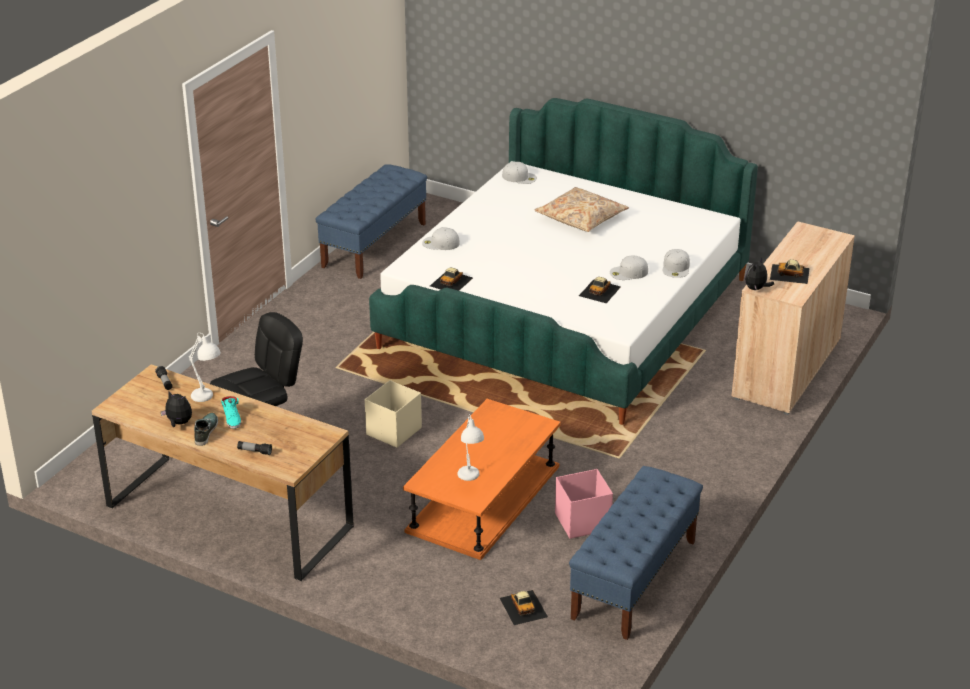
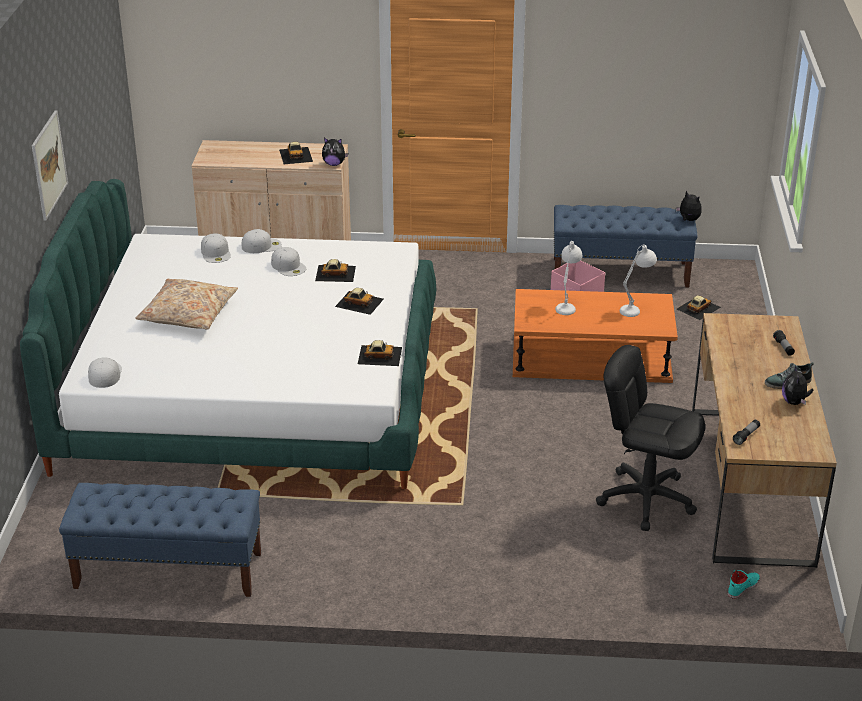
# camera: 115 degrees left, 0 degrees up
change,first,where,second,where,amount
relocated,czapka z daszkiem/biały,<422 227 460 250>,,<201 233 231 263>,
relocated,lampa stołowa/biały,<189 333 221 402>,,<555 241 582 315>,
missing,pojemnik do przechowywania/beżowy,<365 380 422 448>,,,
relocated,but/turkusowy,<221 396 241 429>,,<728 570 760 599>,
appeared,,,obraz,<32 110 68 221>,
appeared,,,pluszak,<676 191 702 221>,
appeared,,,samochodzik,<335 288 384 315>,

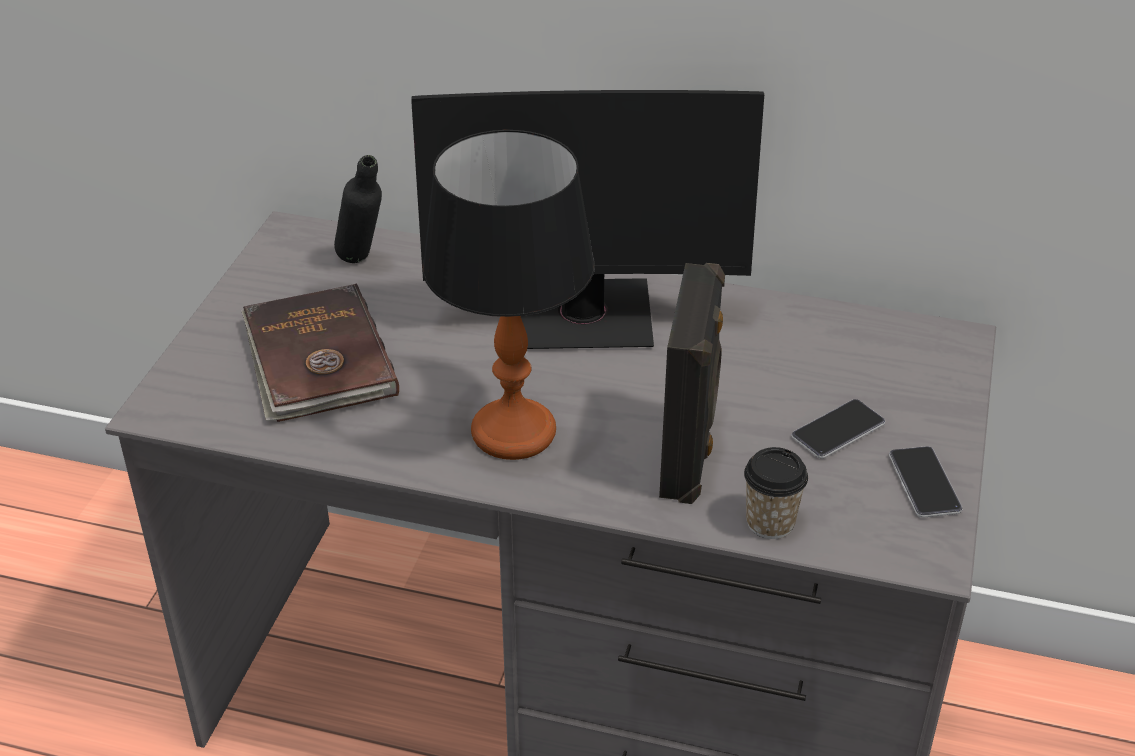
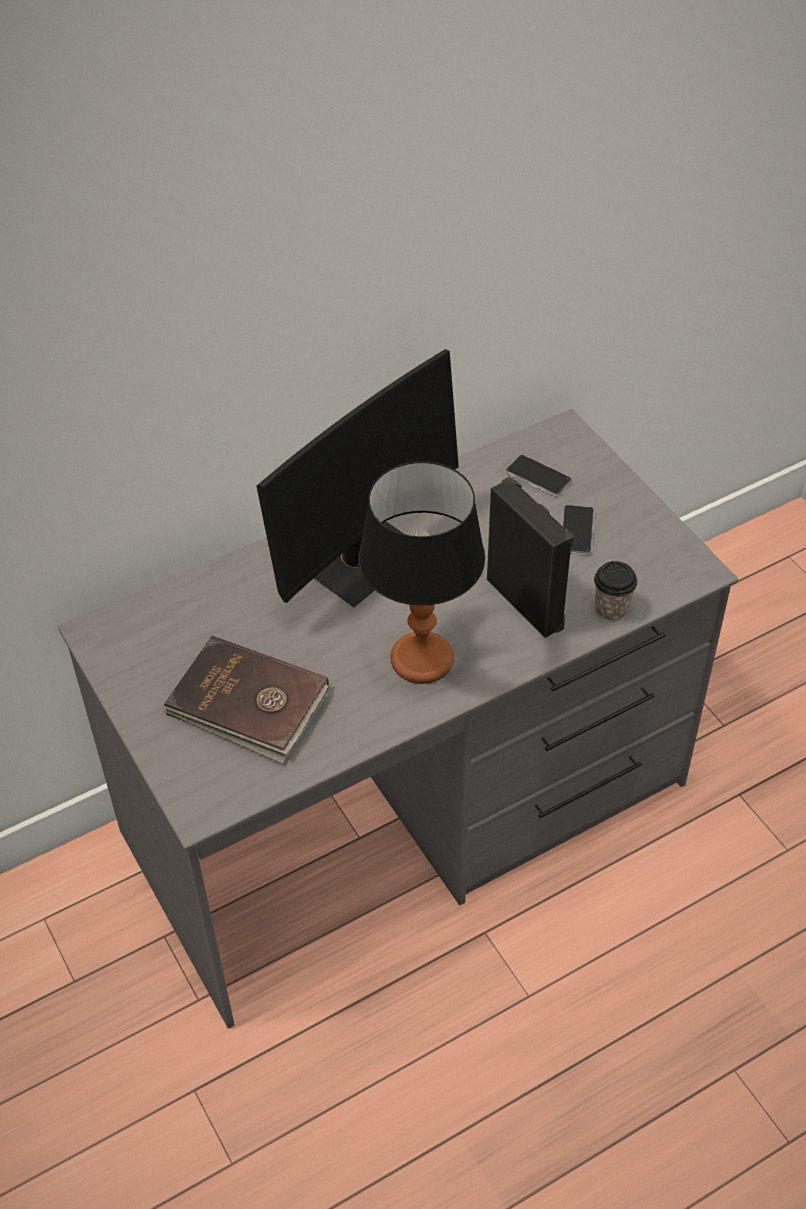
# camera: 45 degrees left, 10 degrees up
change,first,where,second,where,amount
missing,butelka/czarny,<334 155 382 263>,,,
relocated,telefon,<889 446 963 518>,,<506 455 572 496>,

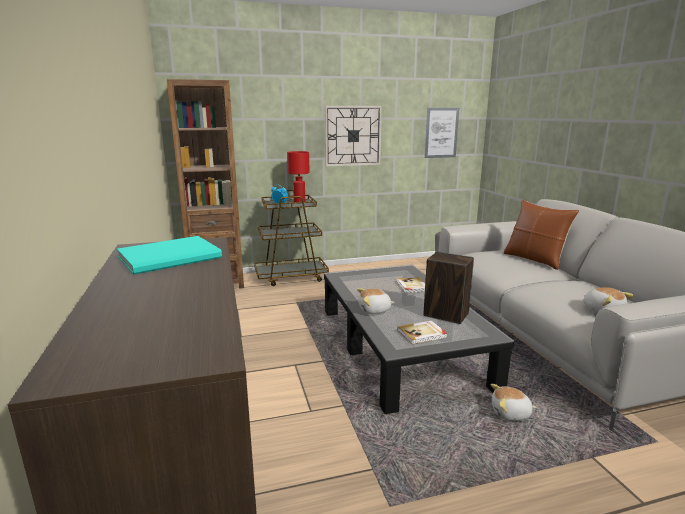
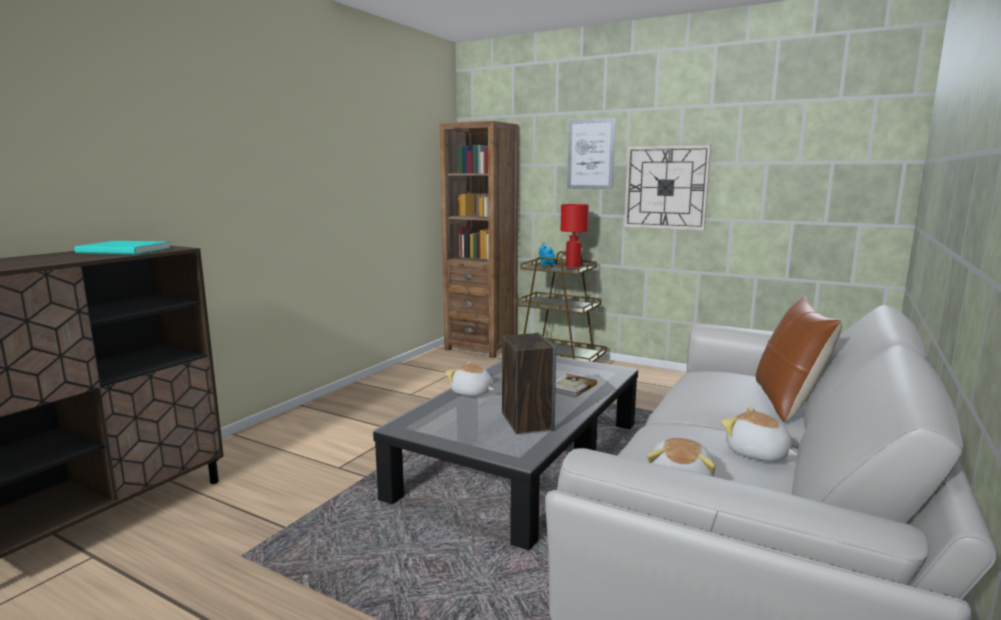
# camera: 45 degrees right, 5 degrees down
change,first,where,second,where,amount
relocated,obraz,<425 108 459 158>,,<567 118 615 189>,
missing,książka,<397 321 448 345>,,,
relocated,pluszak,<491 384 537 421>,,<721 407 797 462>,

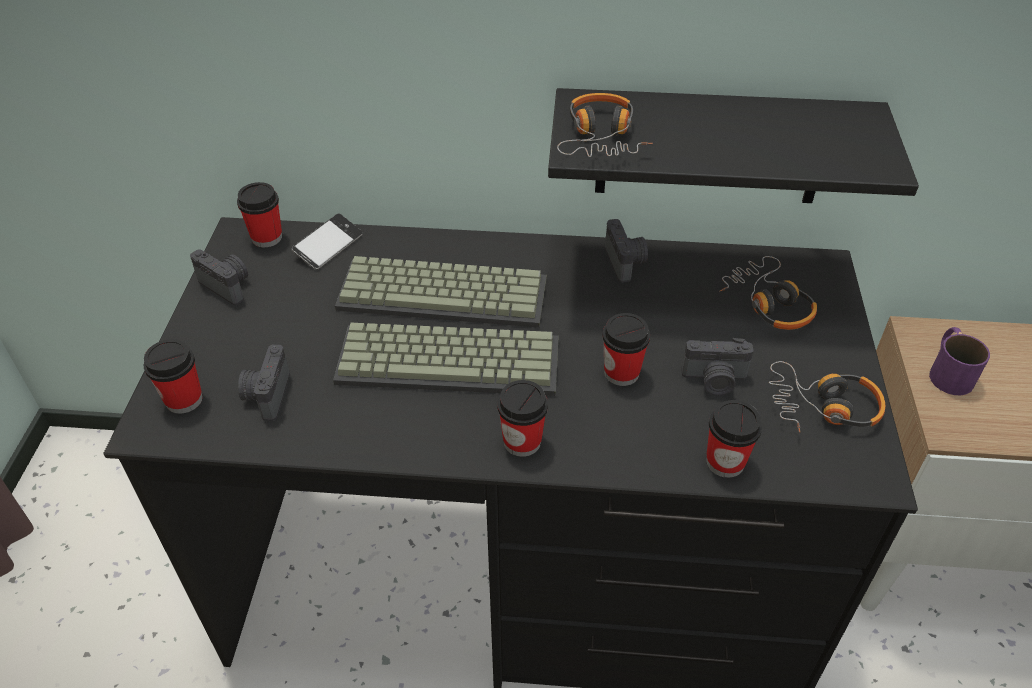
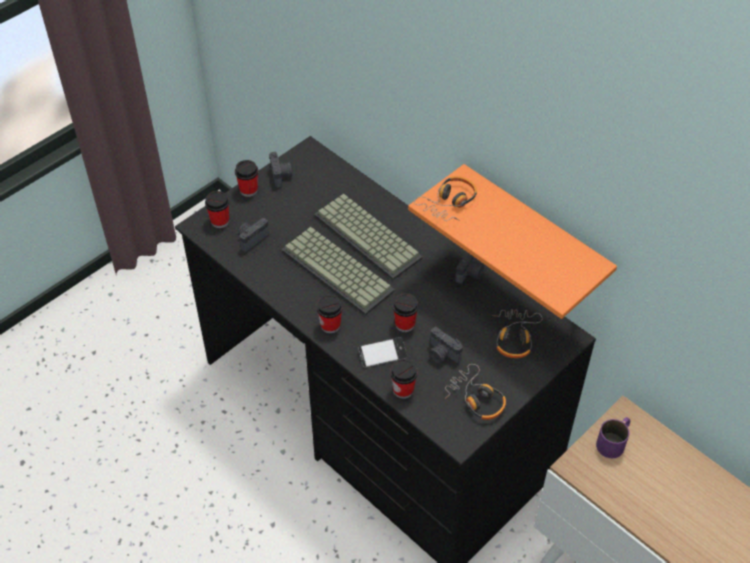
# camera: 40 degrees right, 5 degrees up
change,first,where,second,where,amount
colour,półka/czarny,<548 88 919 203>,półka/pomarańczowy,<408 164 617 319>,
relocated,filiżanka,<237 182 282 247>,,<235 160 258 197>,
relocated,telefon,<292 213 363 270>,,<358 337 407 368>,

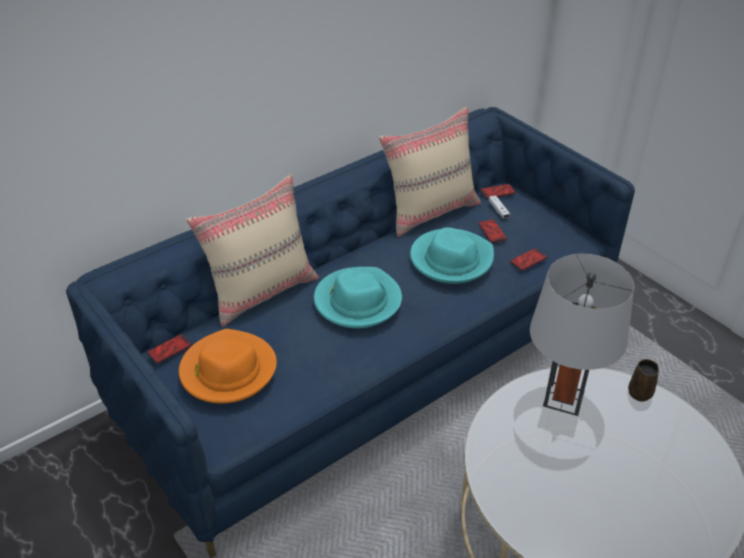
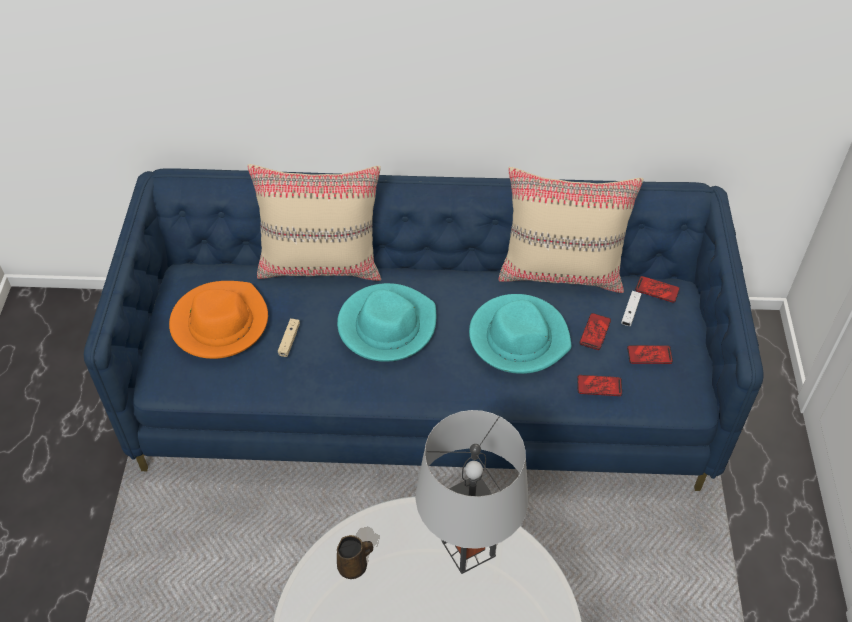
# camera: 40 degrees right, 10 degrees up
change,first,where,second,where,amount
relocated,telefon,<147 334 191 363>,,<627 345 673 364>,
relocated,kubek/brązowy,<628 359 659 402>,,<337 535 373 579>,
appeared,,,pad do gier/beżowy,<278 318 300 357>,

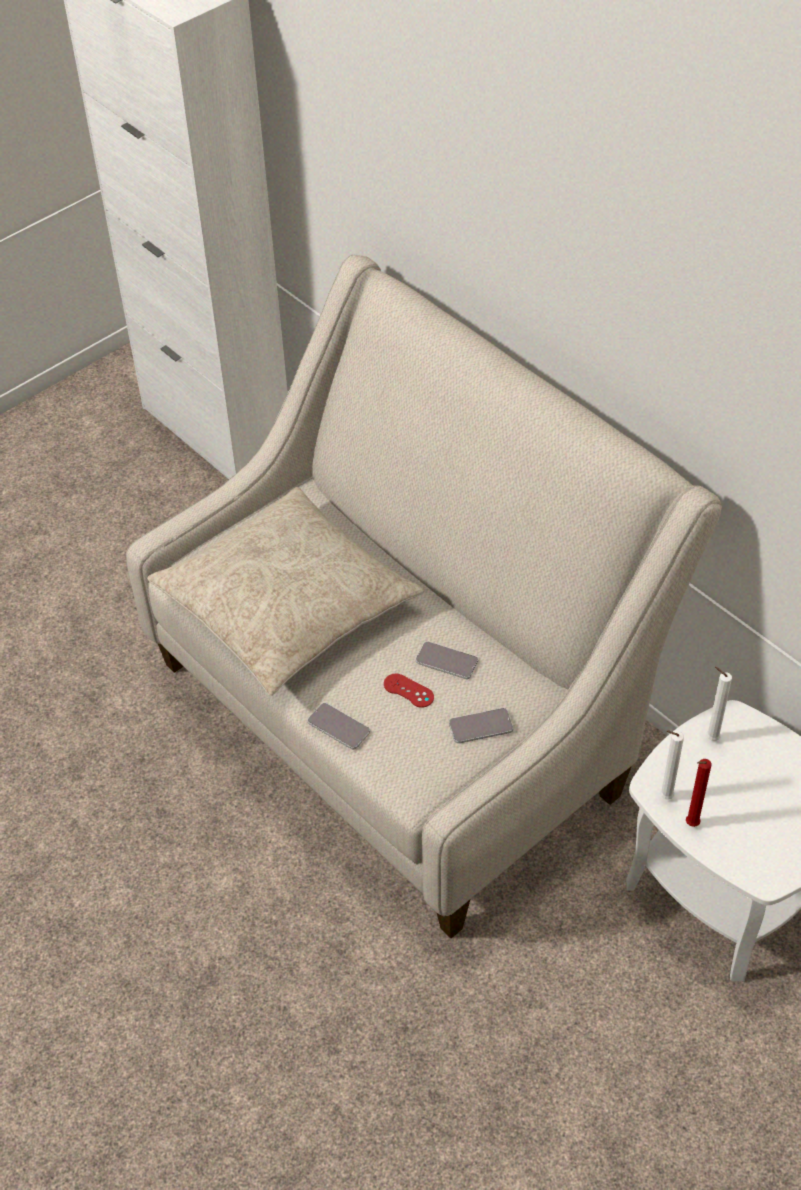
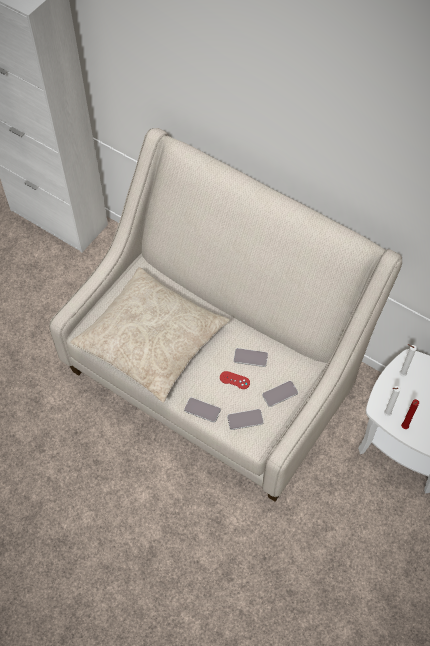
# camera: 15 degrees left, 10 degrees up
change,first,where,second,where,amount
appeared,,,telefon,<227 409 264 430>,

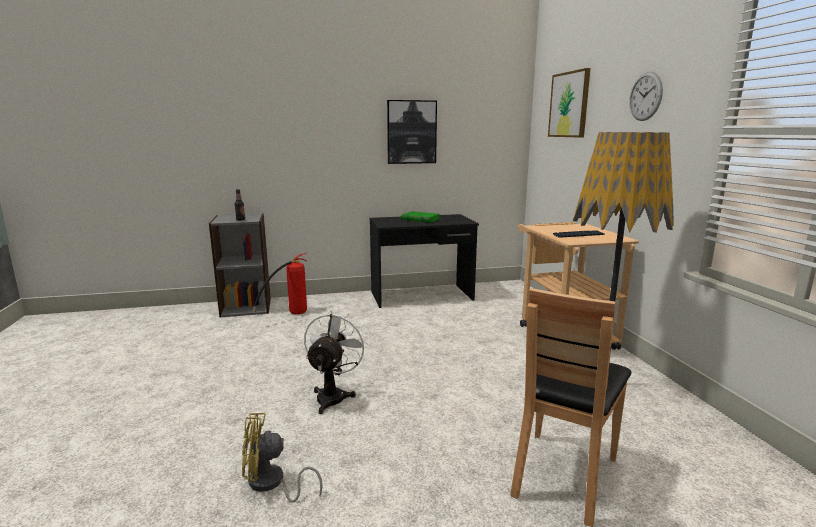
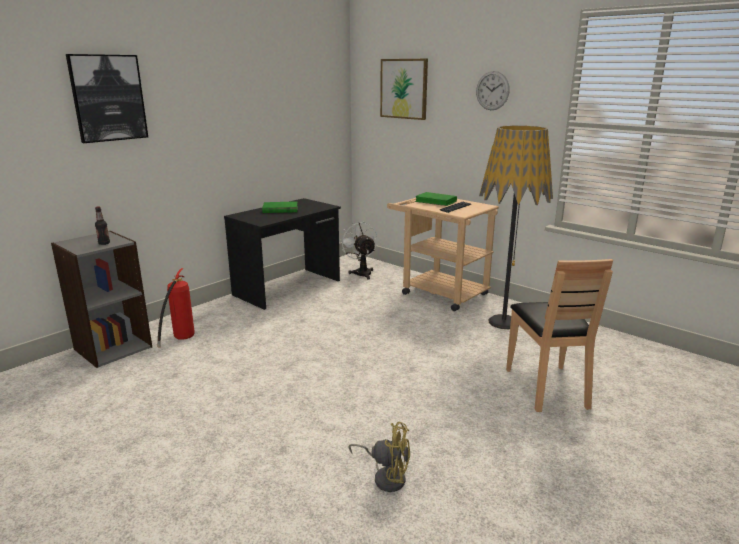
# camera: 35 degrees left, 5 degrees up
change,first,where,second,where,amount
relocated,obraz,<387 100 437 164>,,<66 54 148 143>,
relocated,wentylator/biały,<304 310 368 414>,,<340 222 378 279>,
spun,wentylator/żółty,<242 413 323 503>,,<348 422 410 492>,120 degrees counterclockwise
appeared,,,książka/zielony,<415 192 457 206>,

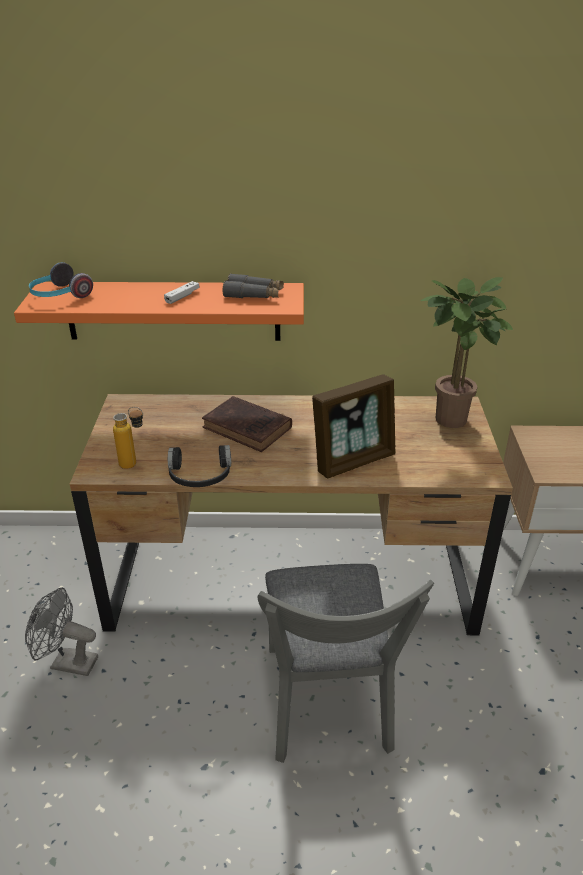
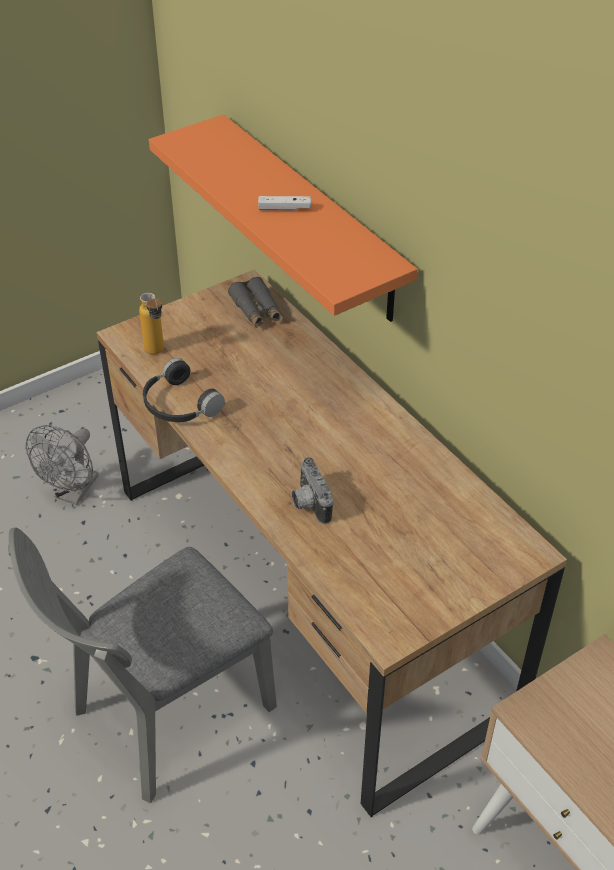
# camera: 55 degrees right, 10 degrees up
change,first,where,second,where,amount
missing,słuchawki,<29 262 93 298>,,,
relocated,lornetka/szary,<223 273 284 298>,,<228 277 283 328>,
missing,roślina doniczkowa,<421 277 513 428>,,,
exchanged,ramka na zdjęcie,<312 374 396 479>,aparat fotograficzny,<292 457 333 524>,
missing,książka/brązowy,<202 396 292 452>,,,
spun,wentylator/szary,<25 588 98 676>,,<26 425 99 505>,135 degrees counterclockwise

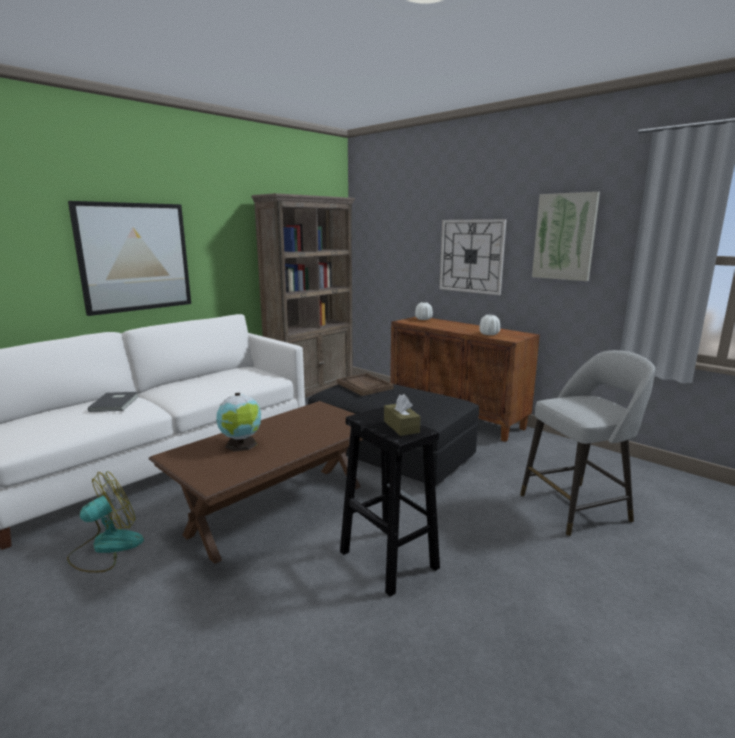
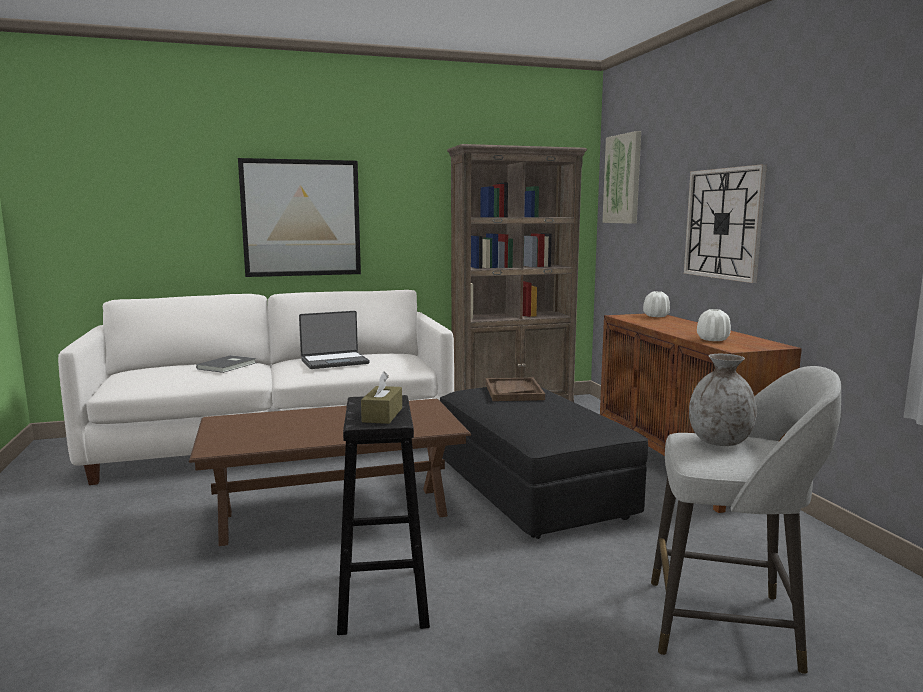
# camera: 30 degrees right, 5 degrees down
change,first,where,second,where,amount
relocated,obraz,<532 192 600 281>,,<602 131 641 224>,
missing,globus,<216 393 261 451>,,,
missing,wentylator,<67 471 144 573>,,,
appeared,,,laptop,<299 311 370 369>,
appeared,,,wazon/szary,<689 354 757 446>,

